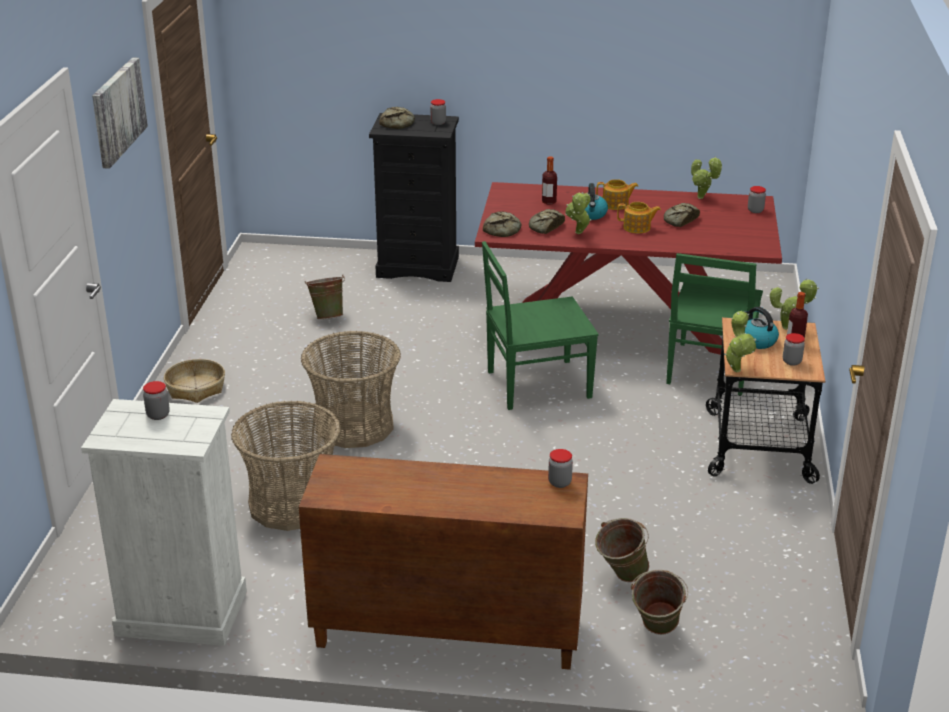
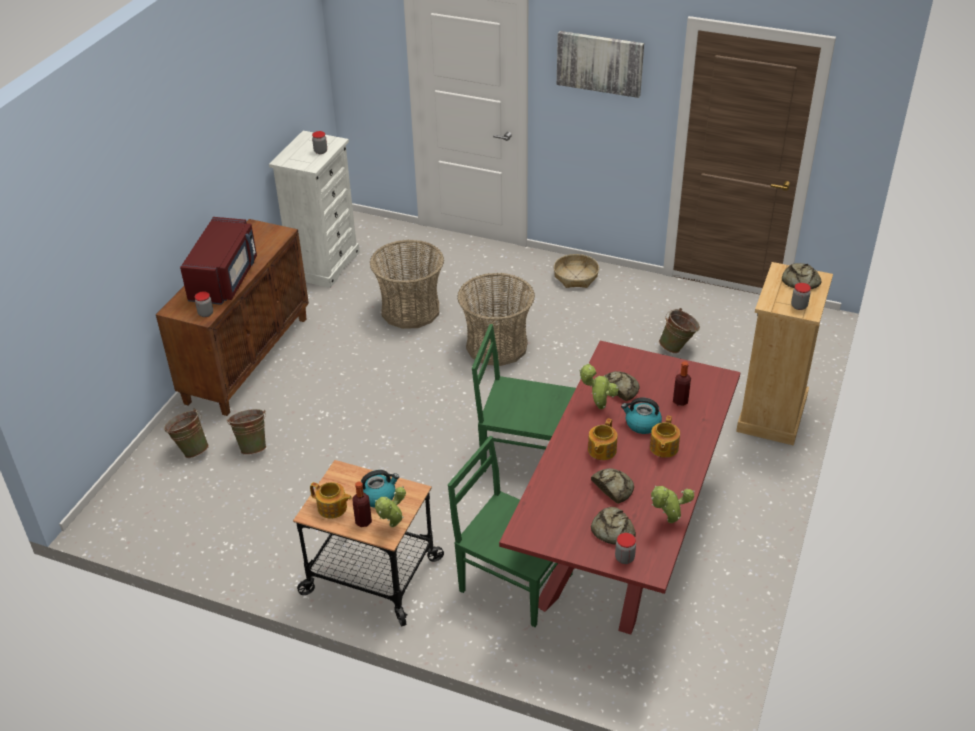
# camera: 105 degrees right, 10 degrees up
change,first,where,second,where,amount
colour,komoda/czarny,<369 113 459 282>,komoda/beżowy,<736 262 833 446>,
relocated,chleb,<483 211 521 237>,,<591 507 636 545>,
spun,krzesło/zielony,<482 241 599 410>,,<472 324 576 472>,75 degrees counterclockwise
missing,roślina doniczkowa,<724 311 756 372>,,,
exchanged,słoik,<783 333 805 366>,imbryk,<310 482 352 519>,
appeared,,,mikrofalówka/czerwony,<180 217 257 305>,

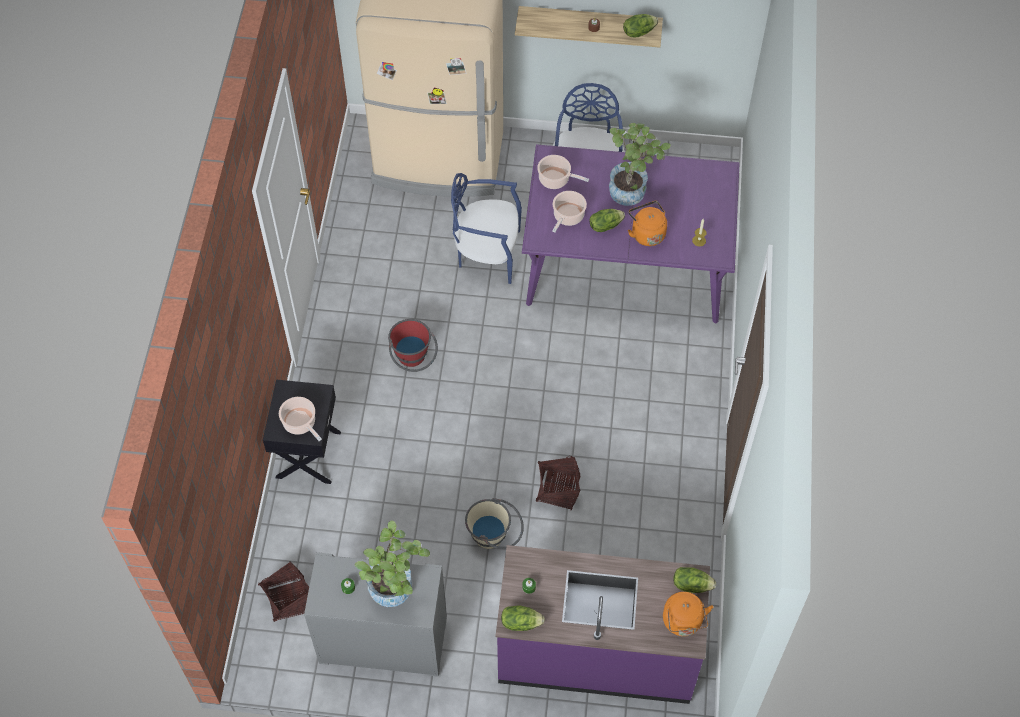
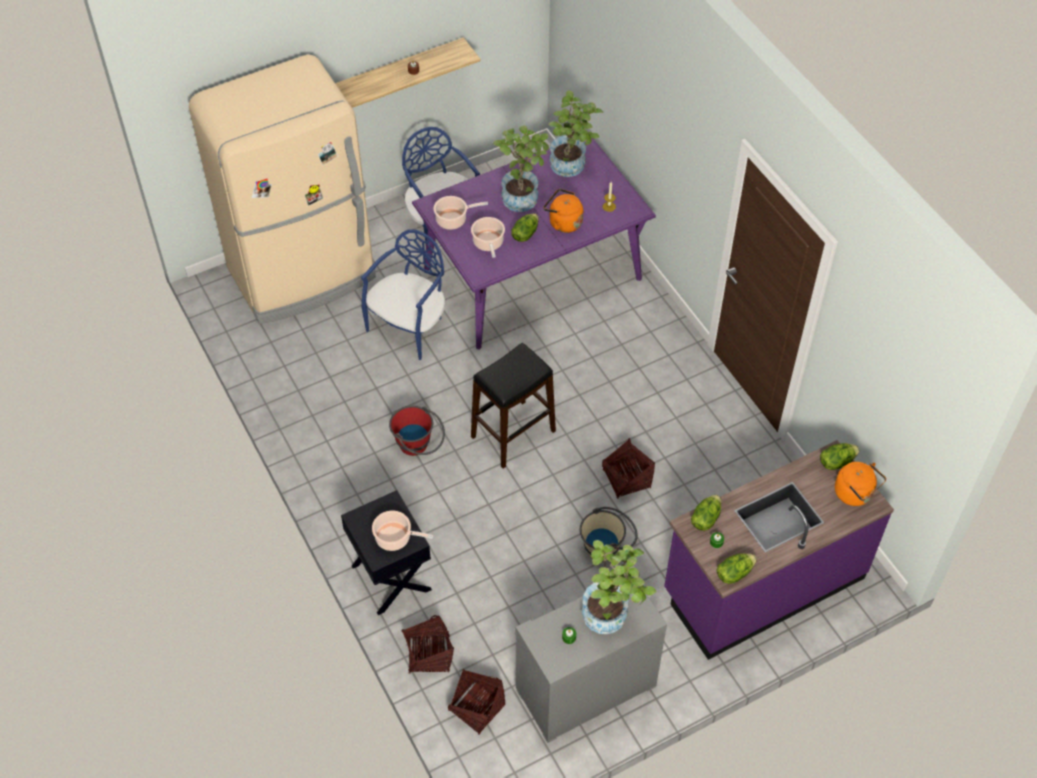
# camera: 35 degrees left, 5 degrees down
change,first,where,second,where,amount
relocated,sałata,<623 14 658 38>,,<691 495 721 531>,
spun,krzesło/niebieski,<451 173 522 284>,,<361 229 445 360>,150 degrees clockwise
appeared,,,roślina doniczkowa,<548 90 604 177>,
appeared,,,stołek/czarny,<471 343 556 469>,
appeared,,,koszyk,<401 615 454 674>,

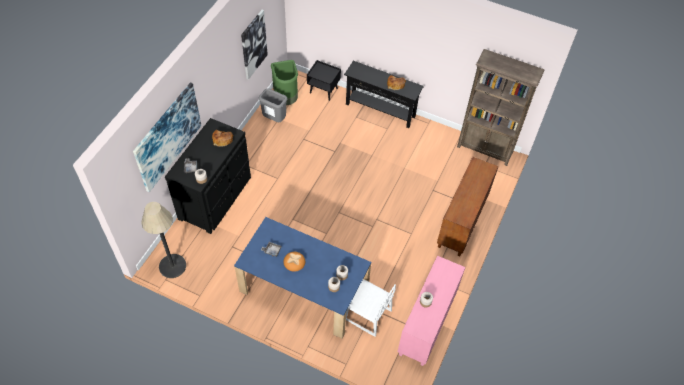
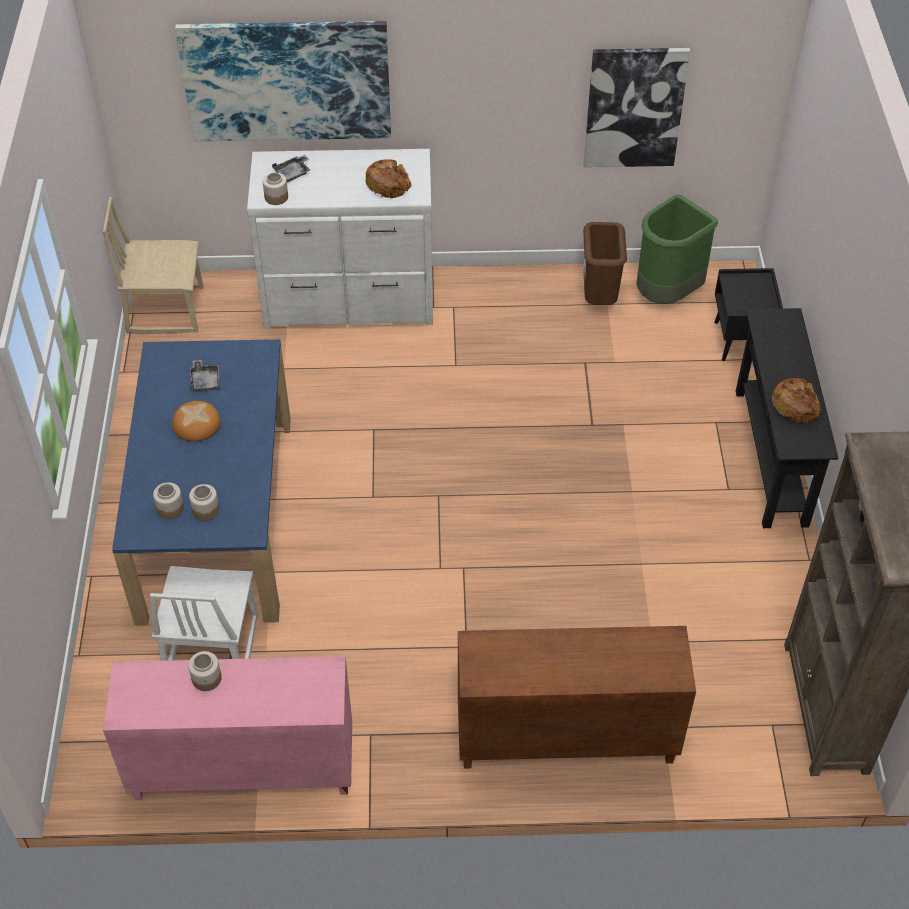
# camera: 65 degrees right, 5 degrees down
change,first,where,second,where,amount
colour,kosz na śmieci/szary,<259 88 287 122>,kosz na śmieci/brązowy,<583 222 627 305>,
colour,komoda/czarny,<165 118 251 234>,komoda/biały,<247 149 433 328>,
exchanged,lampa stojąca,<142 202 186 278>,krzesło/beżowy,<103 197 203 334>,

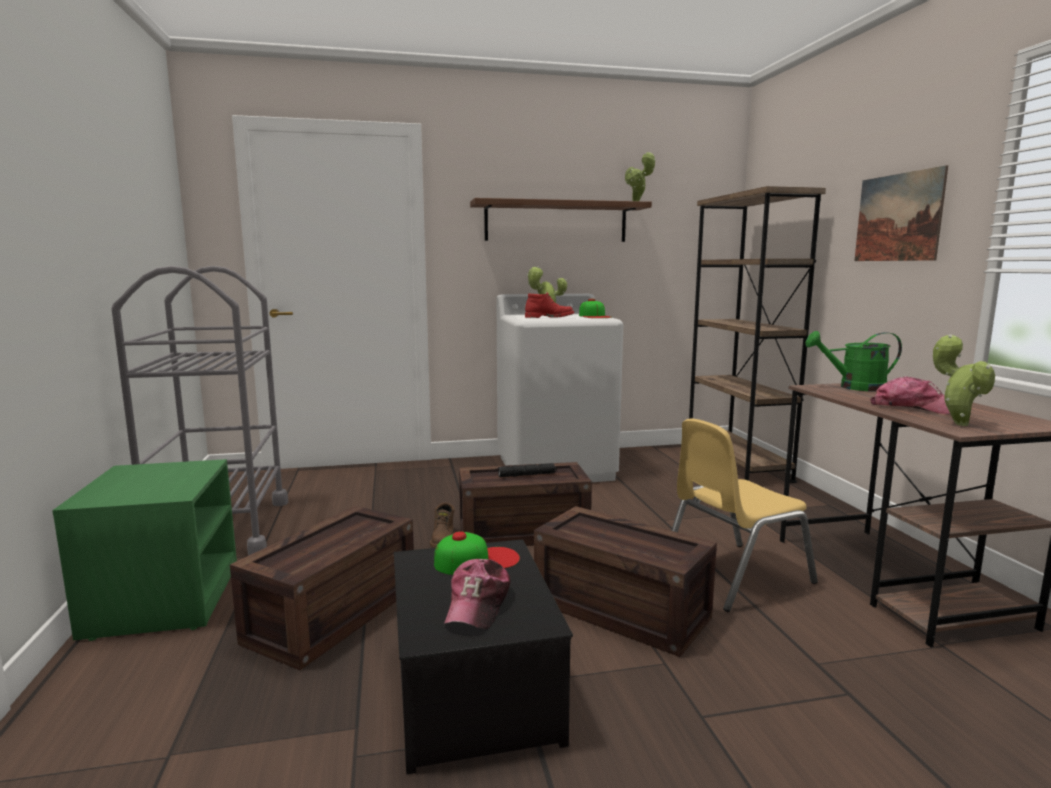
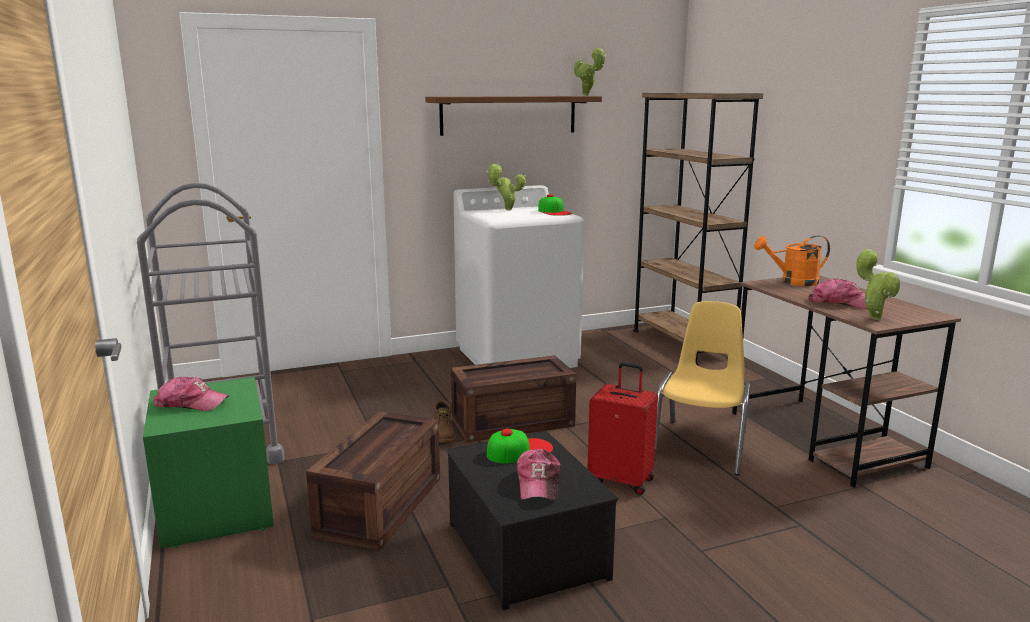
# camera: 10 degrees left, 5 degrees up
change,first,where,second,where,amount
missing,obraz,<854 165 948 261>,,,
missing,but z cholewką/czerwony,<525 293 574 318>,,,
colour,konewka/zielony,<805 331 902 392>,konewka/pomarańczowy,<754 235 830 286>,
spun,krzesło/żółty,<671 418 818 612>,,<654 301 751 476>,150 degrees clockwise
missing,latarka/czarny,<498 463 557 477>,,,
exchanged,skrzynka,<534 506 717 657>,walizka/czerwony,<587 362 658 495>,
appeared,,,czapka z daszkiem,<153 376 229 411>,

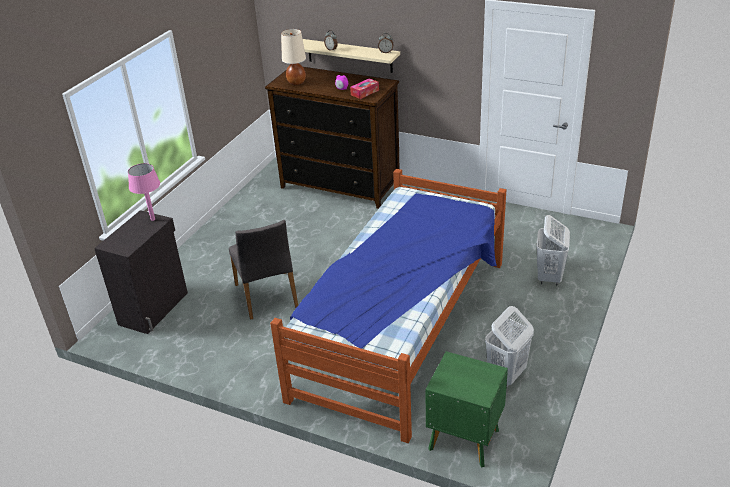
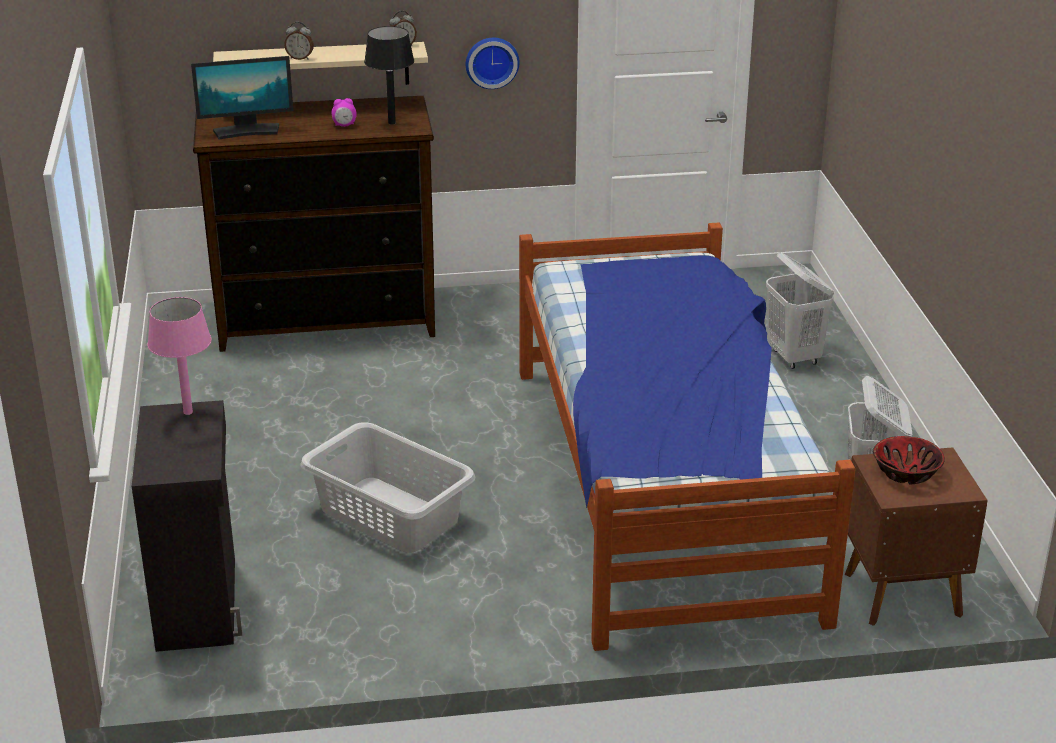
# camera: 35 degrees left, 5 degrees down
change,first,where,second,where,amount
exchanged,lampa stołowa/beżowy,<281 29 306 85>,monitor,<191 56 293 140>,
exchanged,pudełko chusteczek,<350 78 379 99>,lampa stołowa/czarny,<364 26 414 125>,
exchanged,krzesło/szary,<229 220 298 320>,kosz na pranie/szary,<300 422 475 553>,
colour,szafka nocna/zielony,<425 351 508 468>,szafka nocna/brązowy,<845 447 988 626>,
appeared,,,zegar ścienny,<466 38 519 89>,
appeared,,,miska,<873 436 945 484>,

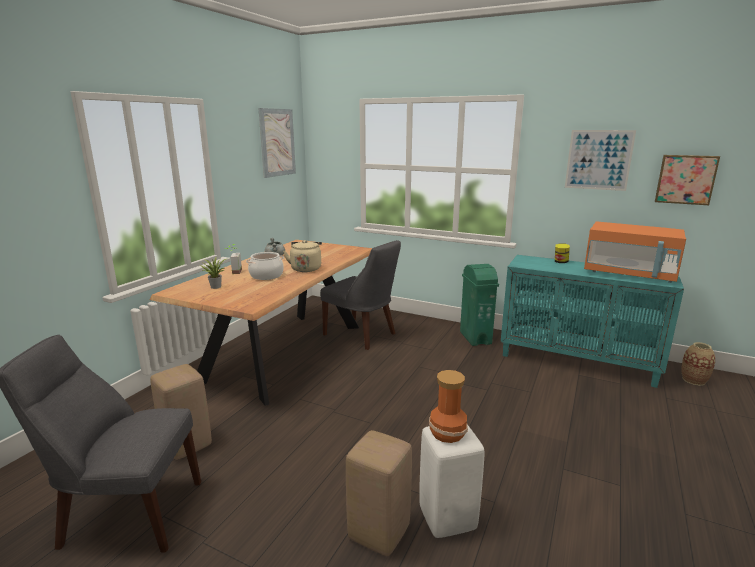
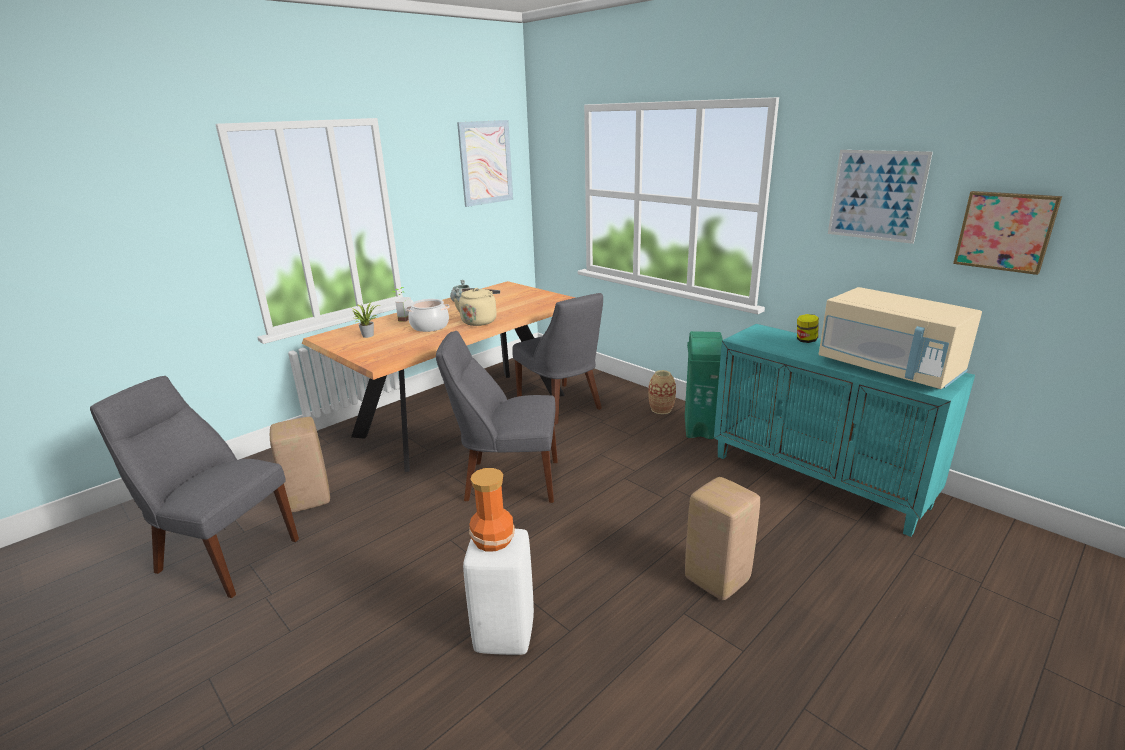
# camera: 20 degrees right, 5 degrees up
change,first,where,second,where,amount
colour,mikrofalówka/pomarańczowy,<584 221 686 283>,mikrofalówka/beżowy,<819 287 982 389>,
relocated,wazon,<681 342 715 386>,,<648 370 676 414>,
relocated,stołek/beżowy,<346 430 412 556>,,<685 477 760 600>,
appeared,,,krzesło/szary,<436 331 558 503>,

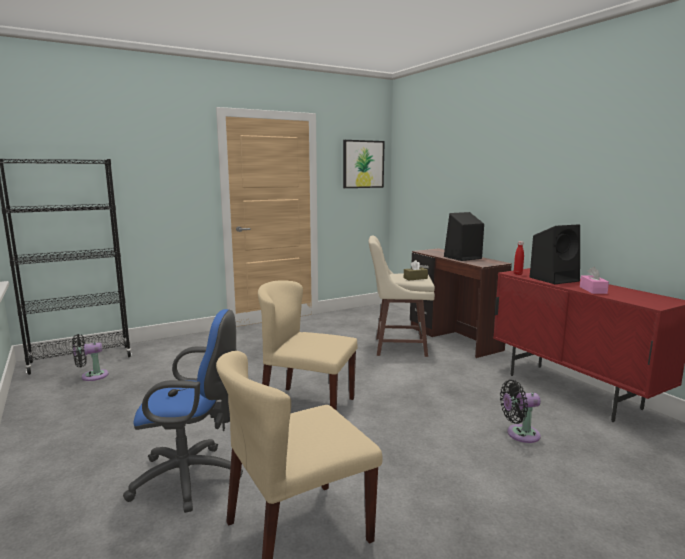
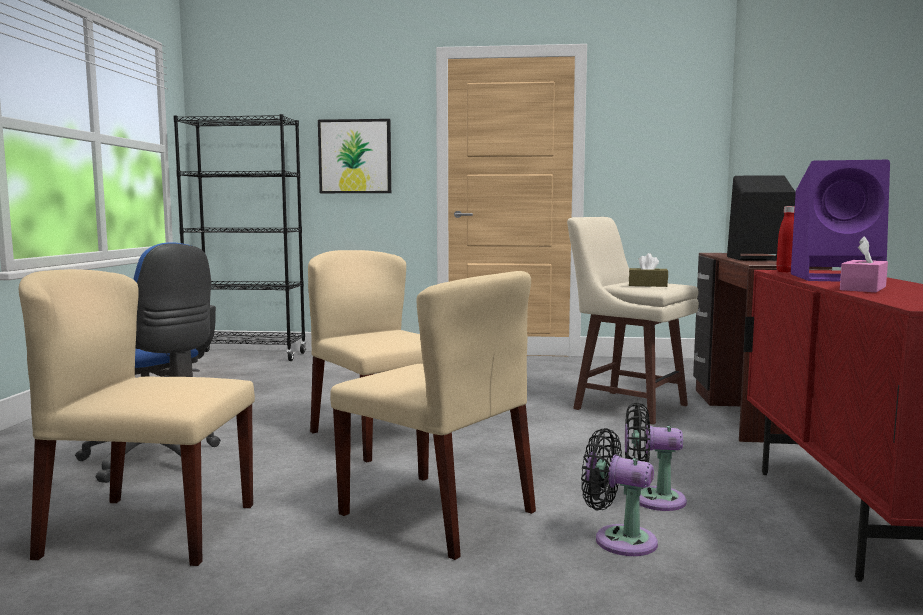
# camera: 35 degrees right, 5 degrees down
change,first,where,second,where,amount
relocated,obraz,<343 140 385 188>,,<318 119 391 193>,
colour,głośnik/czarny,<530 224 580 284>,głośnik/fioletowy,<791 160 890 282>,
relocated,wentylator/czarny,<72 334 109 381>,,<625 403 687 511>,
appeared,,,krzesło/beżowy,<330 271 536 560>,

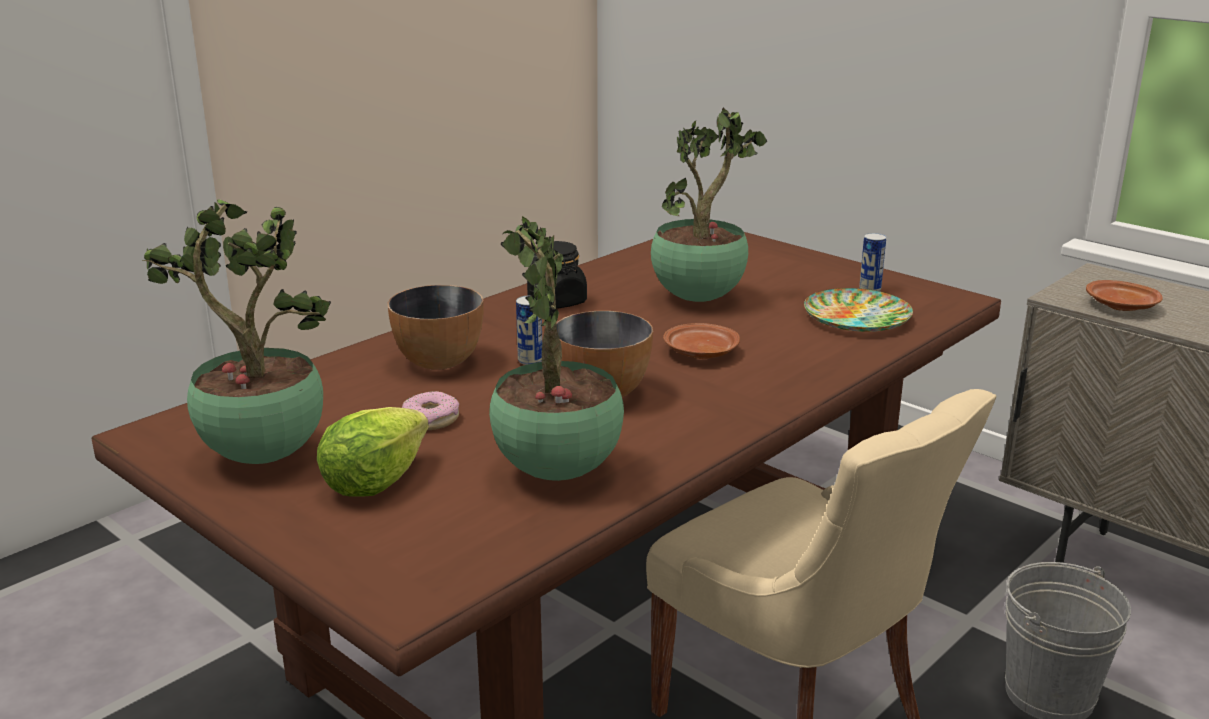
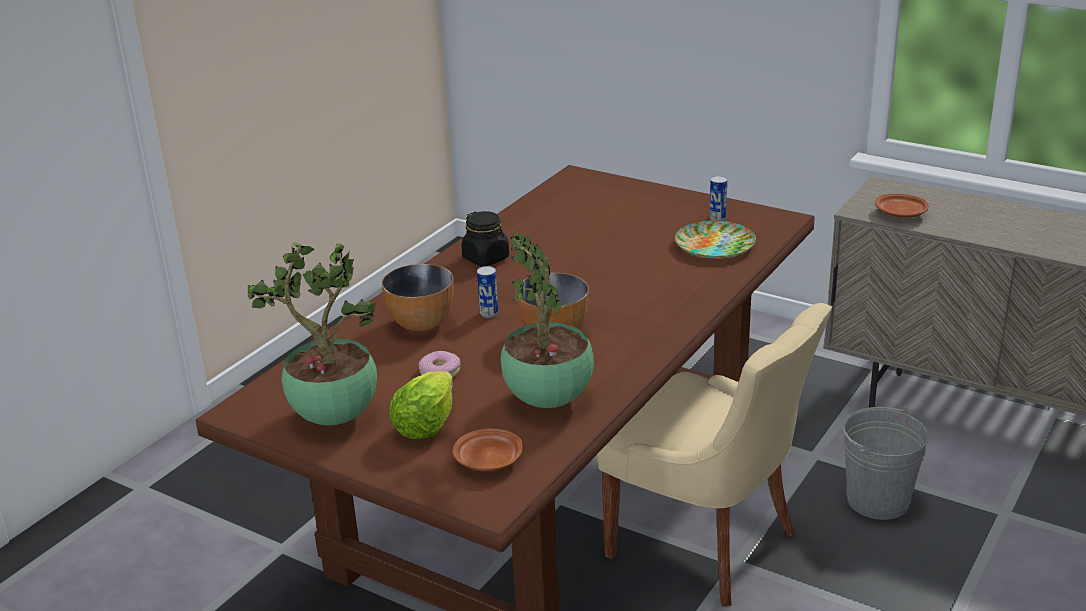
# camera: 10 degrees left, 5 degrees up
change,first,where,second,where,amount
missing,roślina doniczkowa,<651 107 767 302>,,,
relocated,talerz/brązowy,<663 323 740 359>,,<453 428 523 472>,

